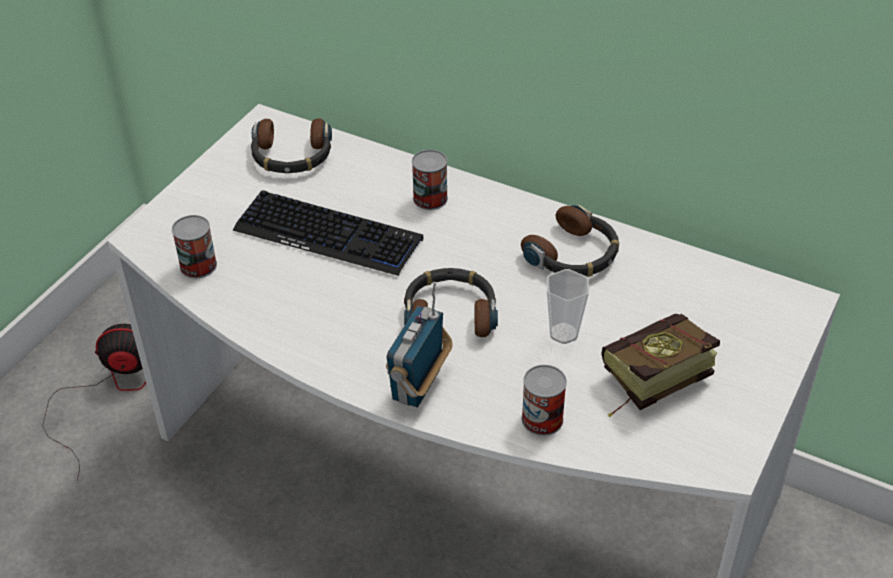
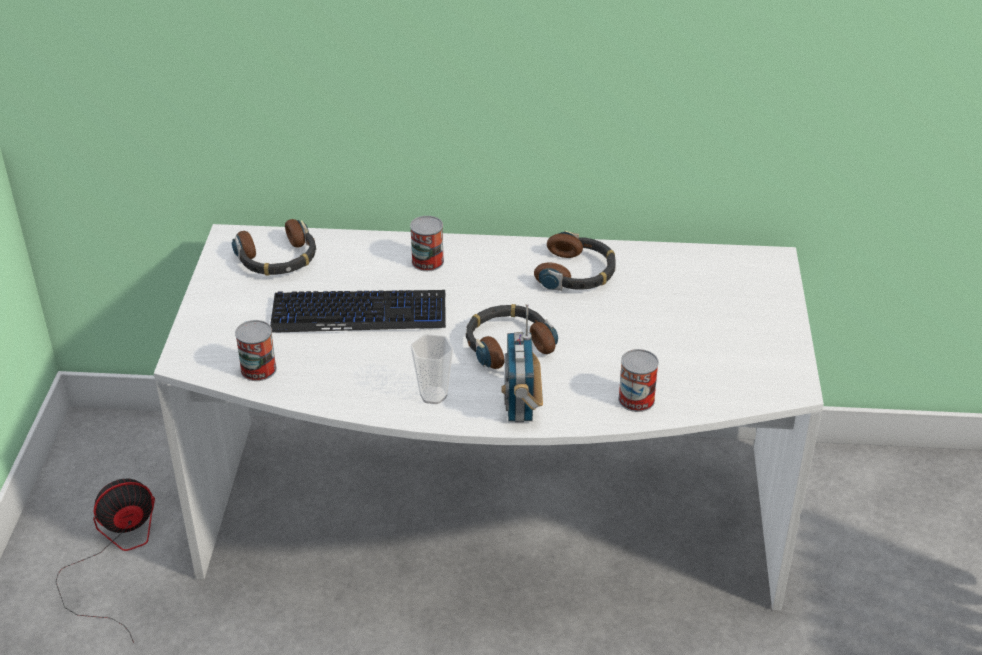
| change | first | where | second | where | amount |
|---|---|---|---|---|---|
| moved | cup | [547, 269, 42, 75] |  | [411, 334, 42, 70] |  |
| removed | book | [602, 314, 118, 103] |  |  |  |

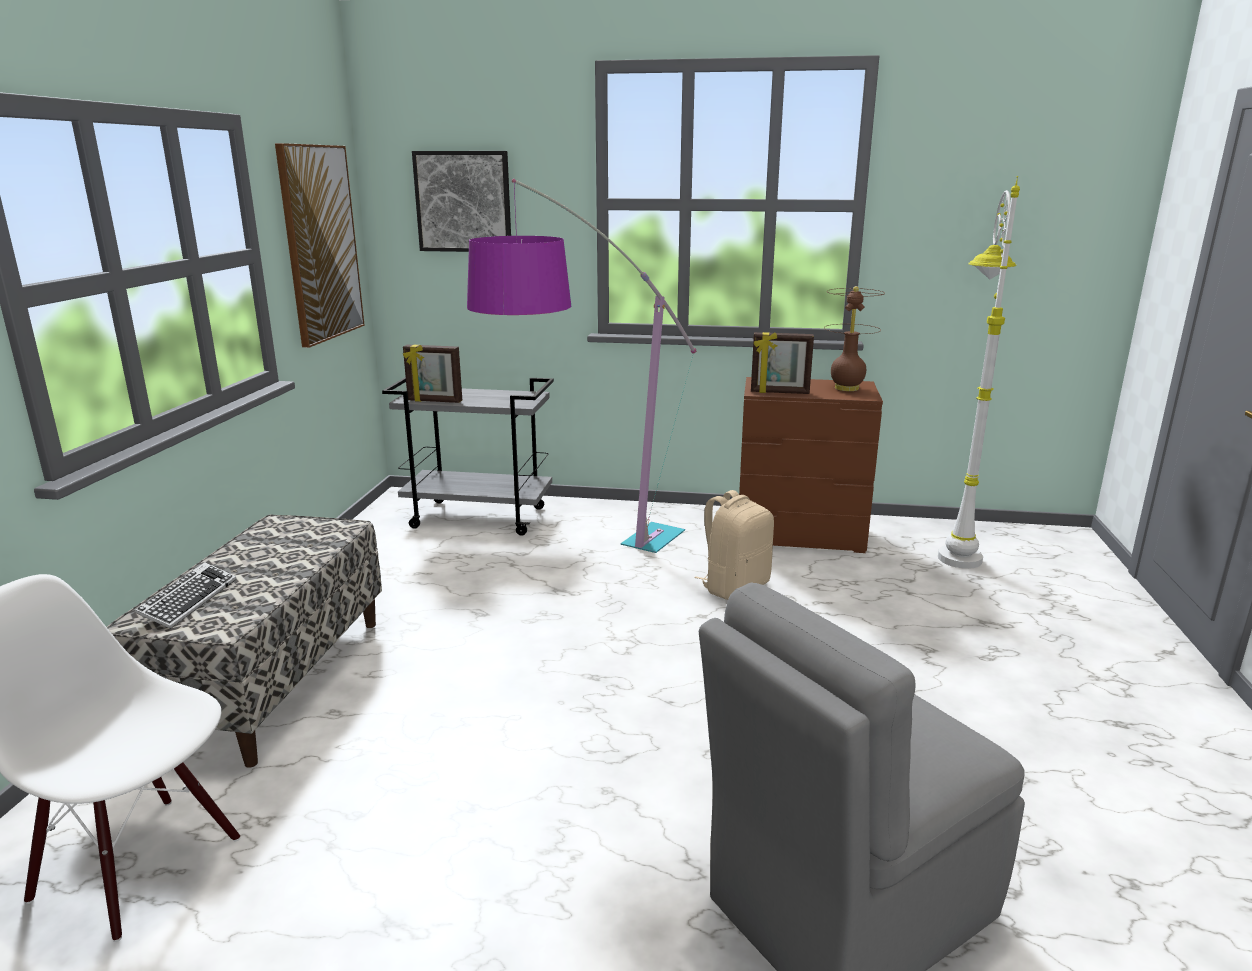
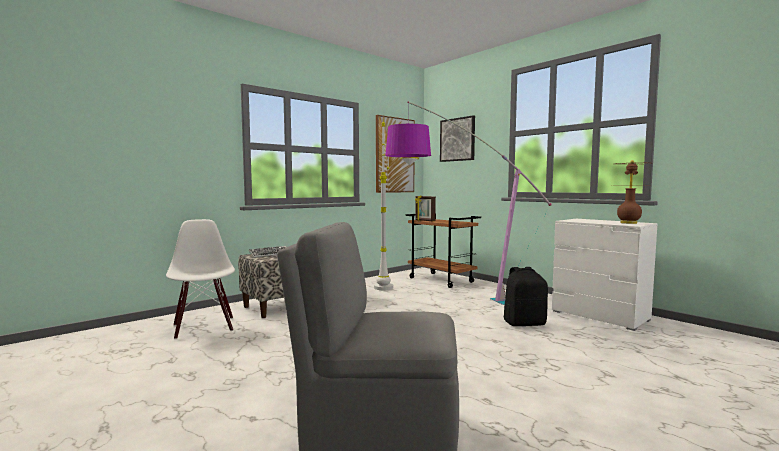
| change | first | where | second | where | amount |
|---|---|---|---|---|---|
| recoloured | cart/grey | [382, 377, 172, 159] | cart/brown | [406, 213, 75, 75] |  |
| recoloured | backpack/beige | [694, 490, 80, 110] | backpack/black | [503, 267, 45, 59] |  |
| recoloured | dresser/brown | [739, 377, 144, 176] | dresser/white | [552, 219, 106, 112] |  |
| removed | picture frame | [751, 332, 63, 62] |  |  |  |
| moved | floor lamp/white | [938, 176, 82, 393] |  | [374, 118, 45, 172] |  |

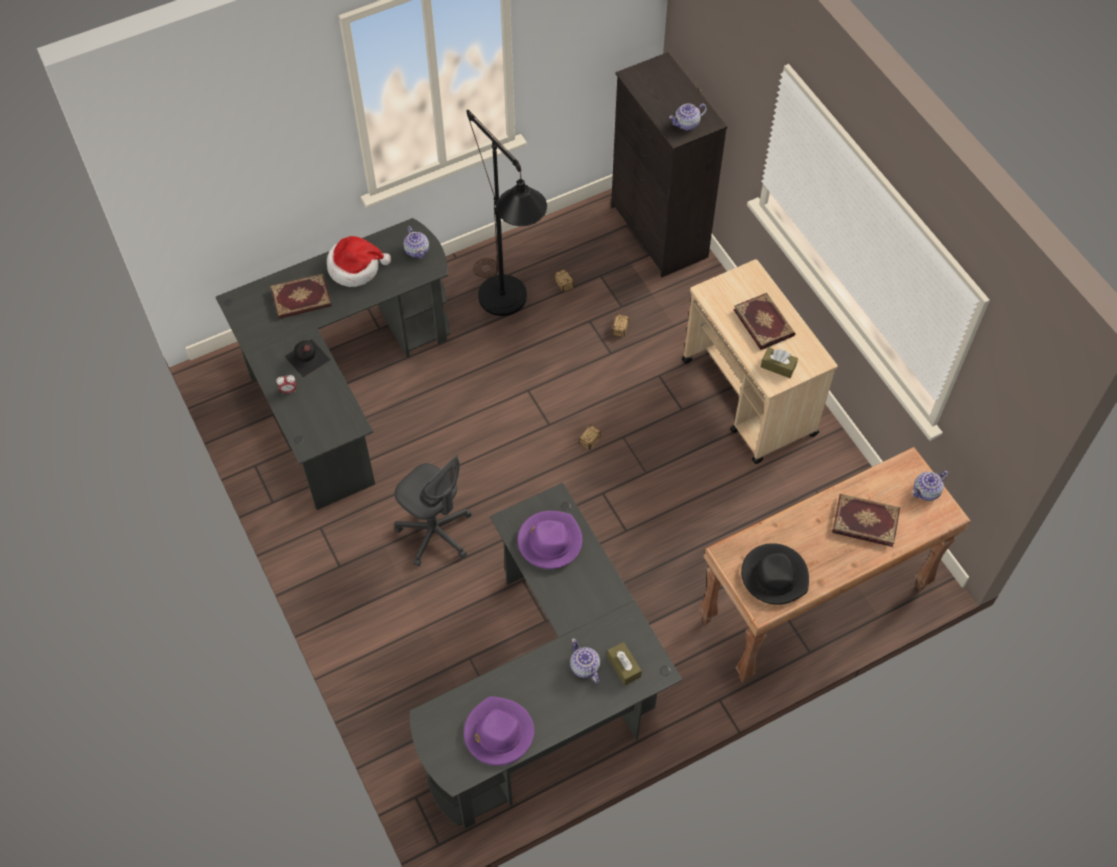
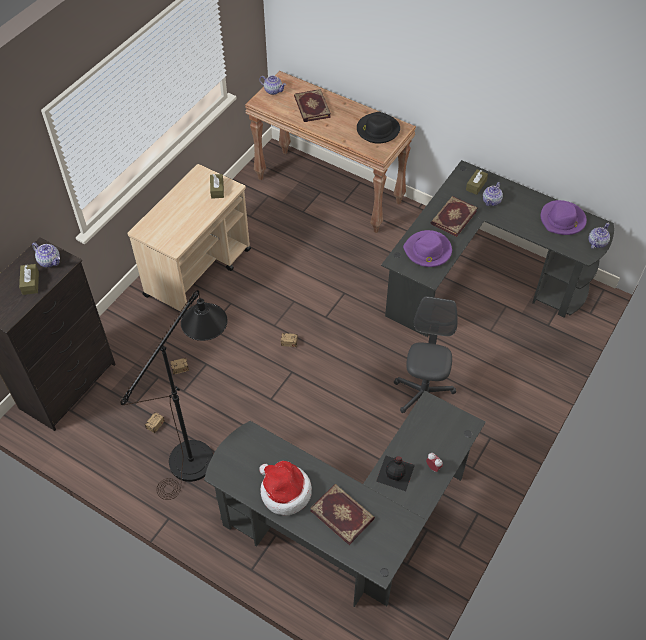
| change | first | where | second | where | amount |
|---|---|---|---|---|---|
| moved | teapot | [403, 226, 26, 33] |  | [589, 223, 21, 26] |  |
| moved | book | [733, 293, 62, 57] |  | [431, 196, 47, 41] |  |
| added |  |  | tissue box/brown | [19, 264, 20, 31] |  |

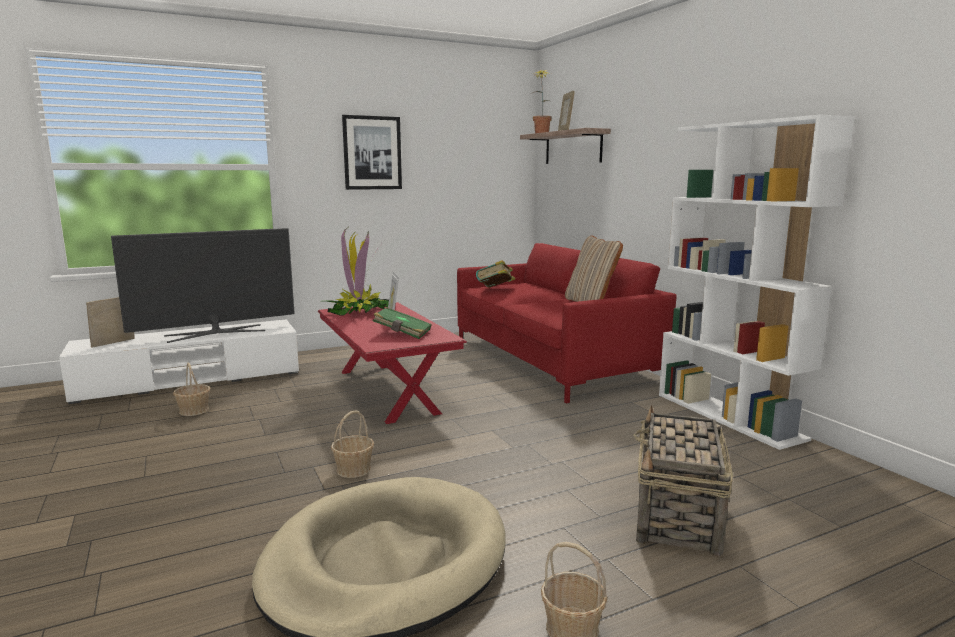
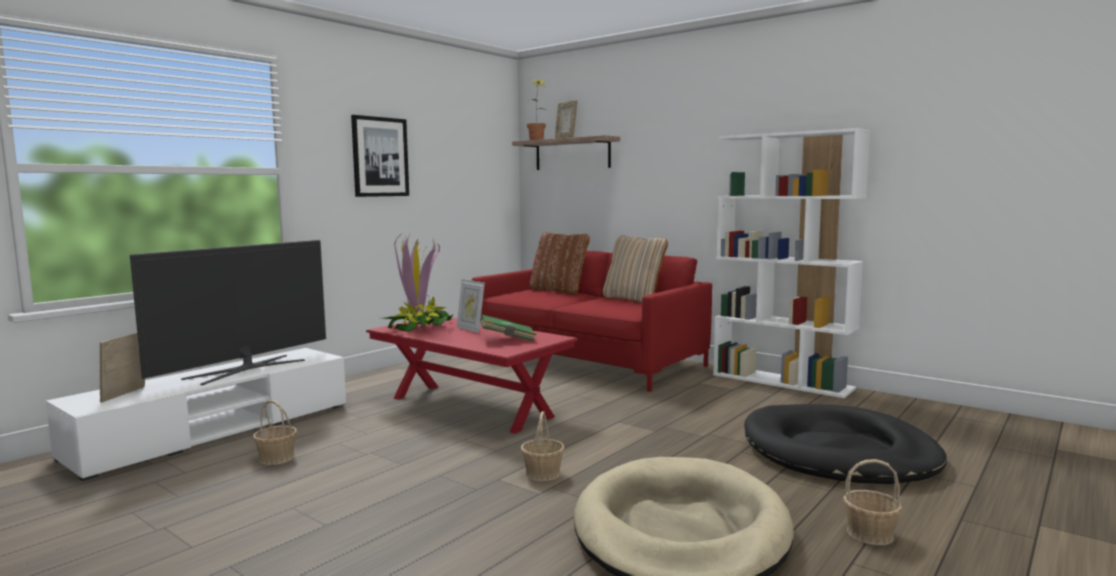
| change | first | where | second | where | amount |
|---|---|---|---|---|---|
| removed | book | [476, 260, 39, 28] |  |  |  |
| replaced | basket | [633, 405, 100, 152] | dog bed/black | [744, 404, 203, 80] |  |
| added |  |  | pillow/brown | [530, 232, 60, 62] |  |

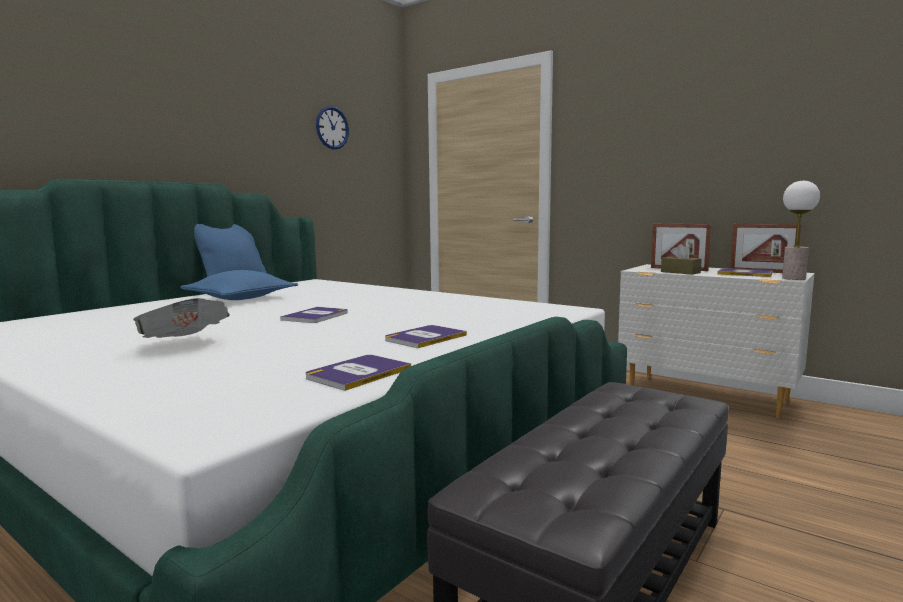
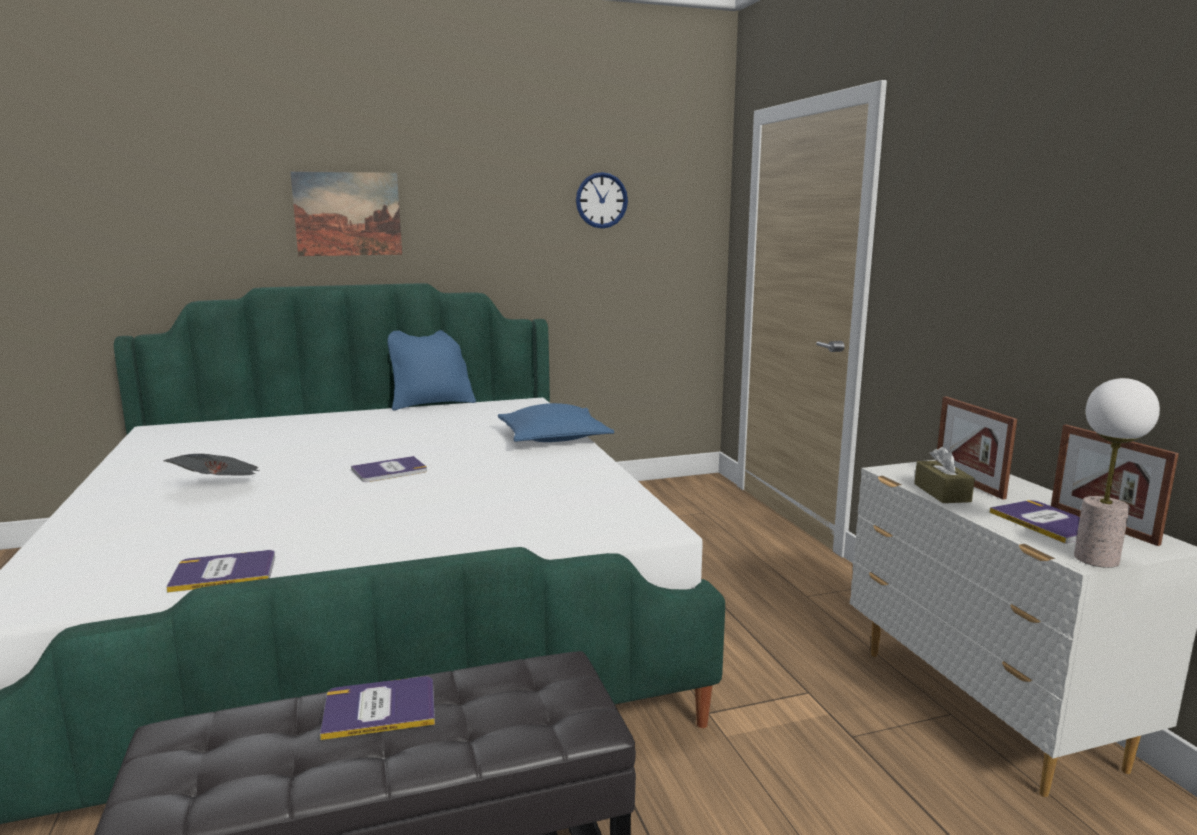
| change | first | where | second | where | amount |
|---|---|---|---|---|---|
| moved | pillow/blue | [180, 270, 118, 30] |  | [498, 403, 116, 39] |  |
| moved | book | [385, 325, 82, 23] |  | [320, 676, 115, 64] |  |
| added |  |  | picture | [290, 171, 112, 85] |  |

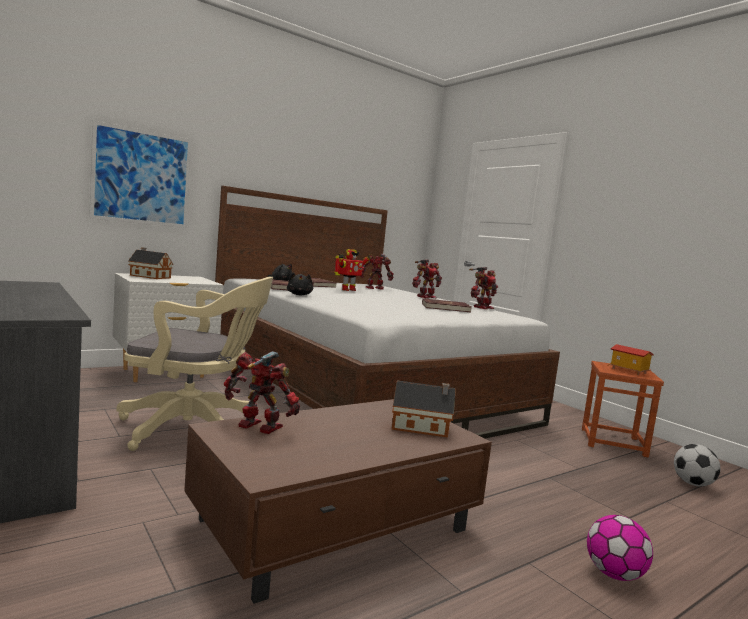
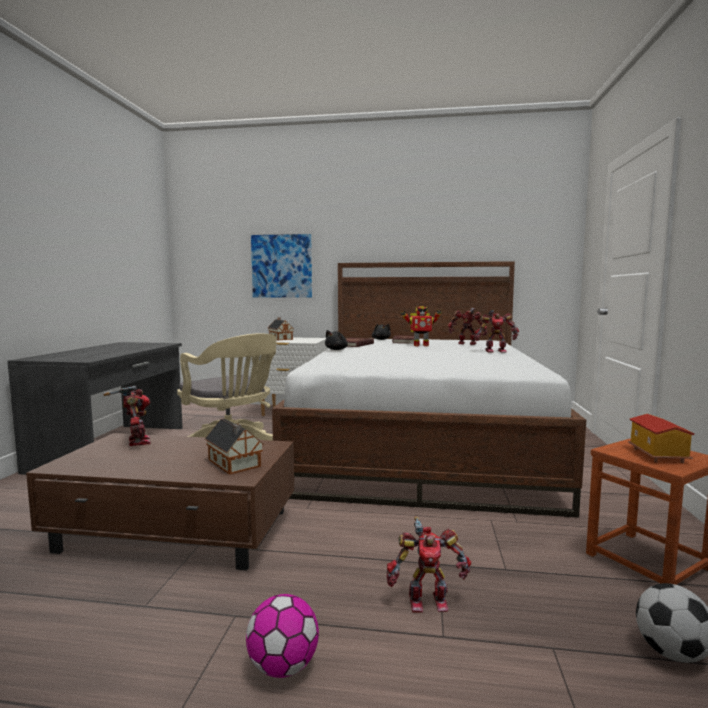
| change | first | where | second | where | amount |
|---|---|---|---|---|---|
| removed | book/red | [422, 298, 50, 14] |  |  |  |
| moved | toy robot | [469, 267, 29, 42] |  | [387, 516, 84, 97] |  |

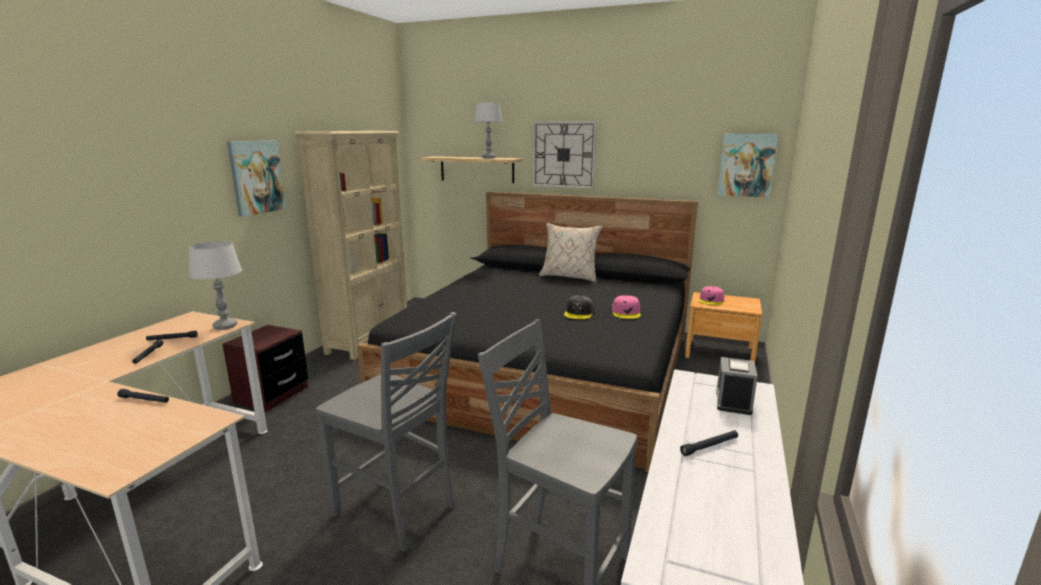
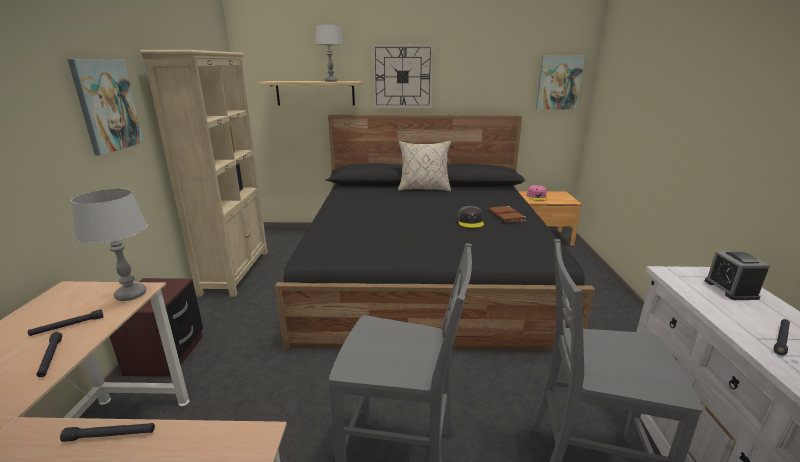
| change | first | where | second | where | amount |
|---|---|---|---|---|---|
| replaced | cap/pink | [612, 295, 29, 24] | book/brown | [488, 206, 38, 17] |  |

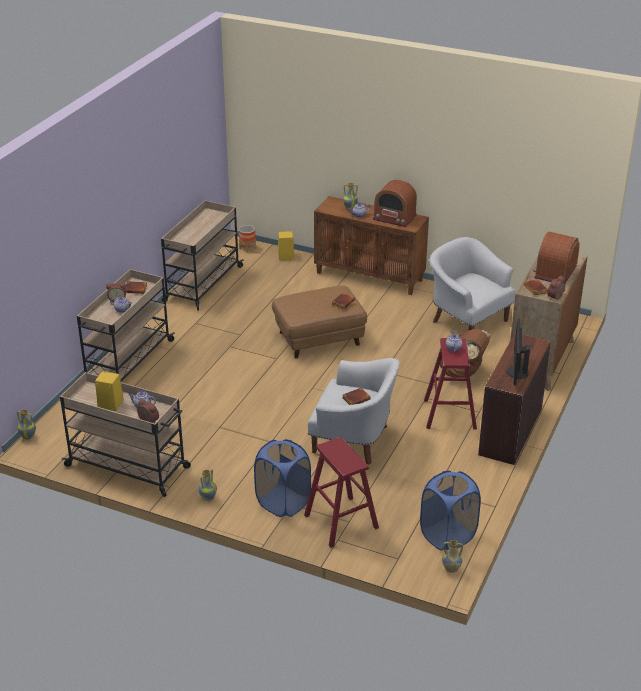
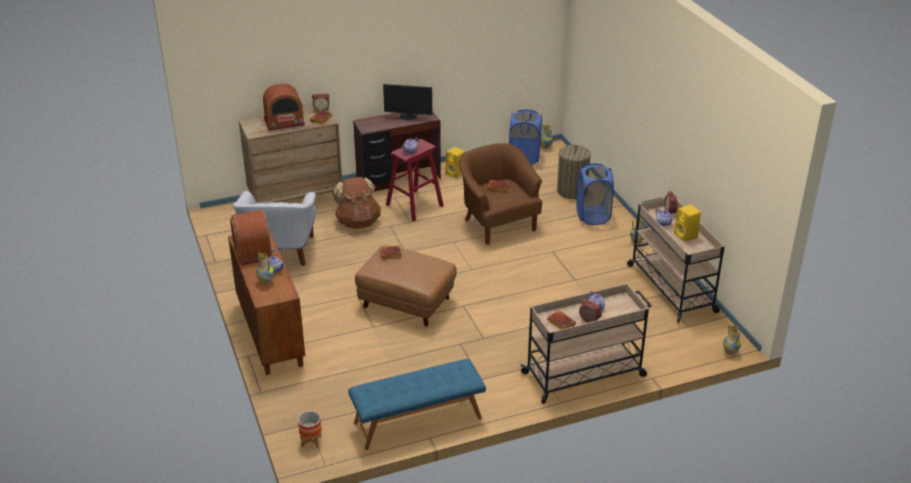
| change | first | where | second | where | amount |
|---|---|---|---|---|---|
| replaced | cart/beige | [161, 200, 83, 111] | bench/blue | [348, 358, 138, 92] |  |
| moved | speaker/yellow | [278, 231, 16, 29] |  | [445, 147, 20, 31] |  |
| replaced | stool/red | [304, 437, 75, 111] | laundry basket | [557, 145, 34, 54] |  |
| recoloured | armchair/white | [308, 358, 91, 107] | armchair/brown | [458, 143, 84, 102] |  |
| turned | monitor | [507, 318, 23, 68] |  | [383, 84, 49, 36] | 45 degrees clockwise |

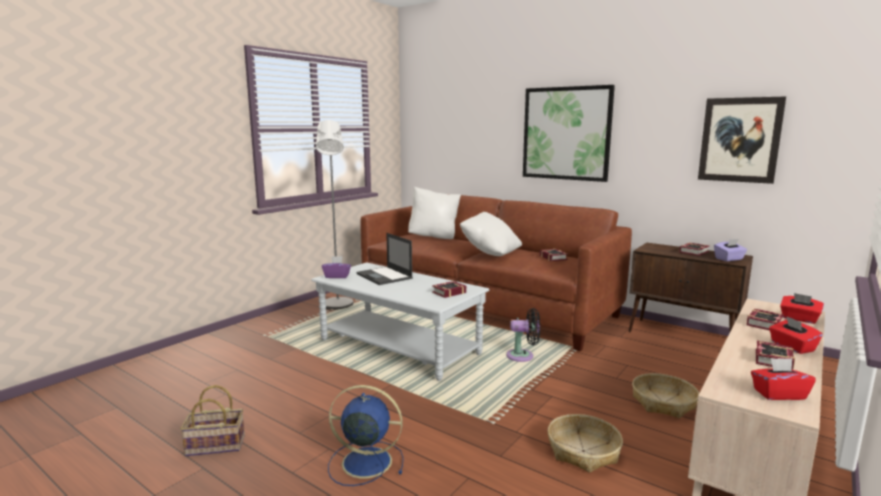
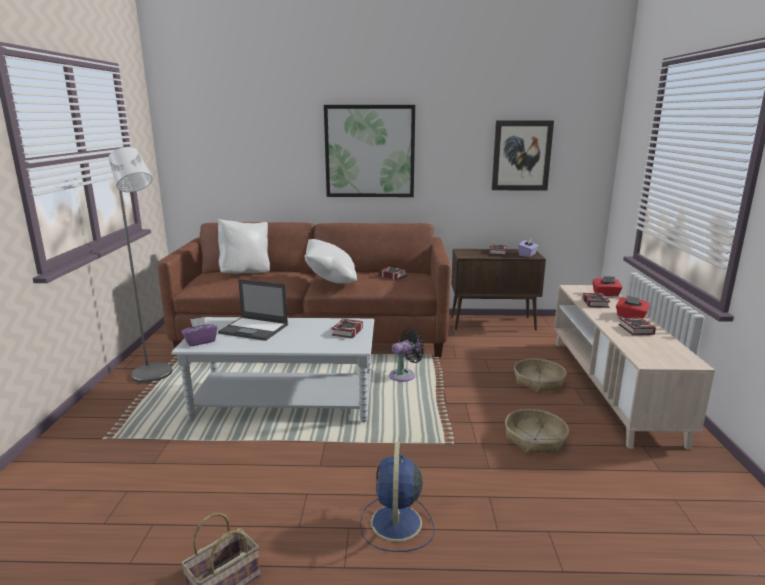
| change | first | where | second | where | amount |
|---|---|---|---|---|---|
| turned | fan/blue | [328, 385, 76, 101] |  | [360, 442, 74, 110] | 60 degrees counterclockwise |
| removed | tissue box/red | [751, 358, 65, 42] |  |  |  |

